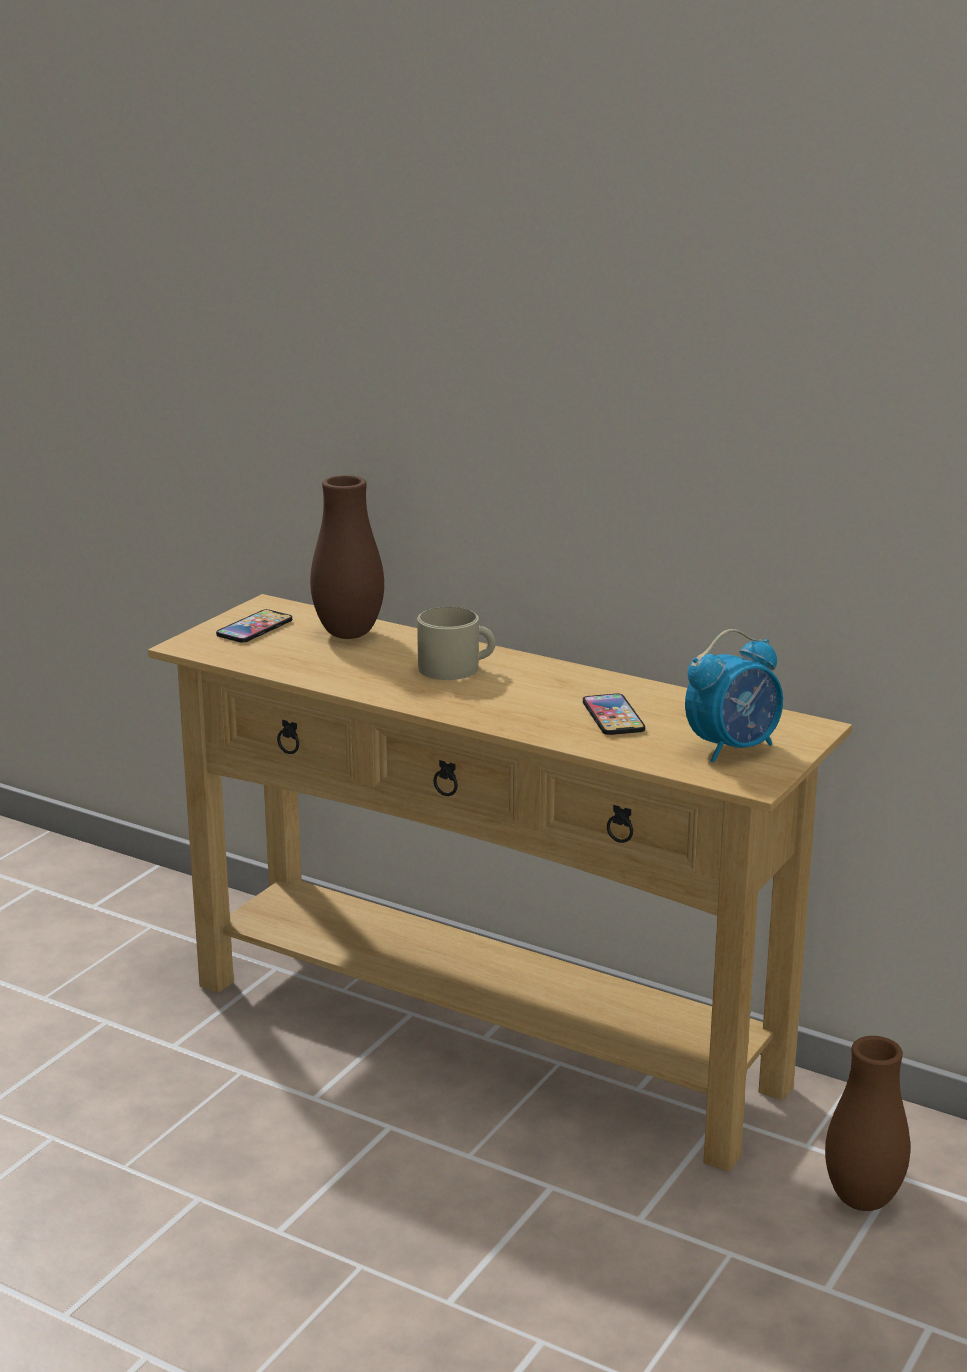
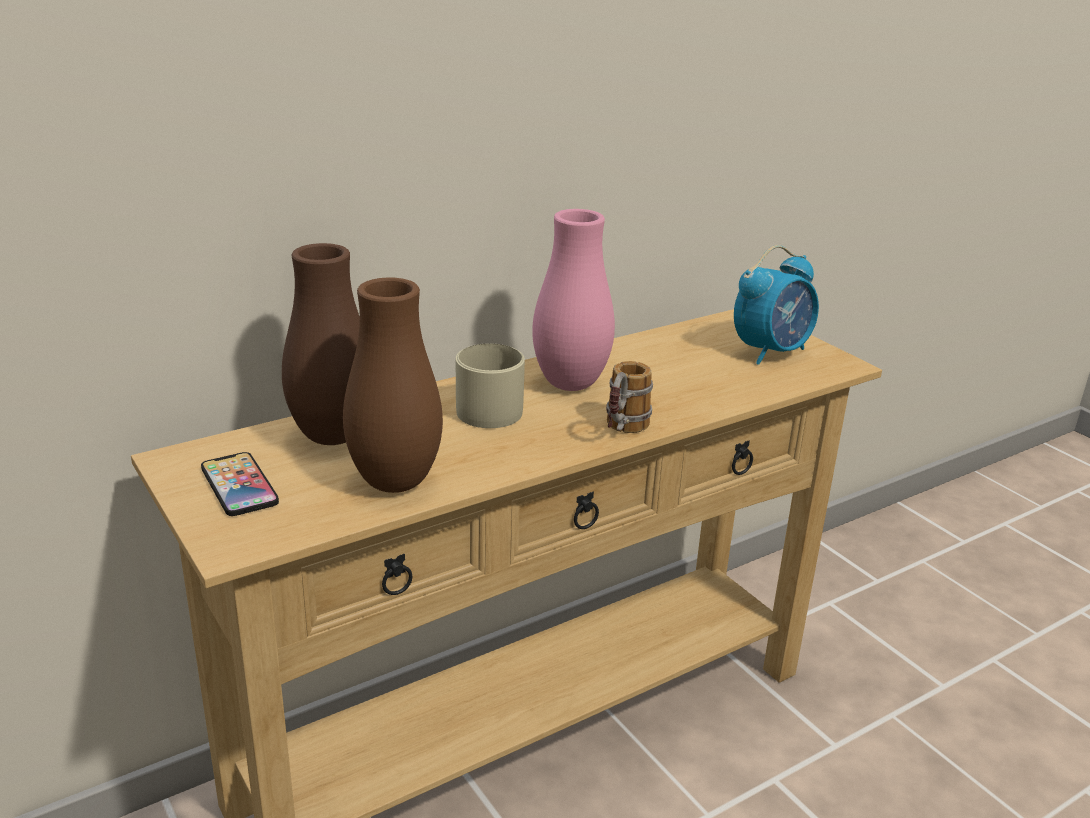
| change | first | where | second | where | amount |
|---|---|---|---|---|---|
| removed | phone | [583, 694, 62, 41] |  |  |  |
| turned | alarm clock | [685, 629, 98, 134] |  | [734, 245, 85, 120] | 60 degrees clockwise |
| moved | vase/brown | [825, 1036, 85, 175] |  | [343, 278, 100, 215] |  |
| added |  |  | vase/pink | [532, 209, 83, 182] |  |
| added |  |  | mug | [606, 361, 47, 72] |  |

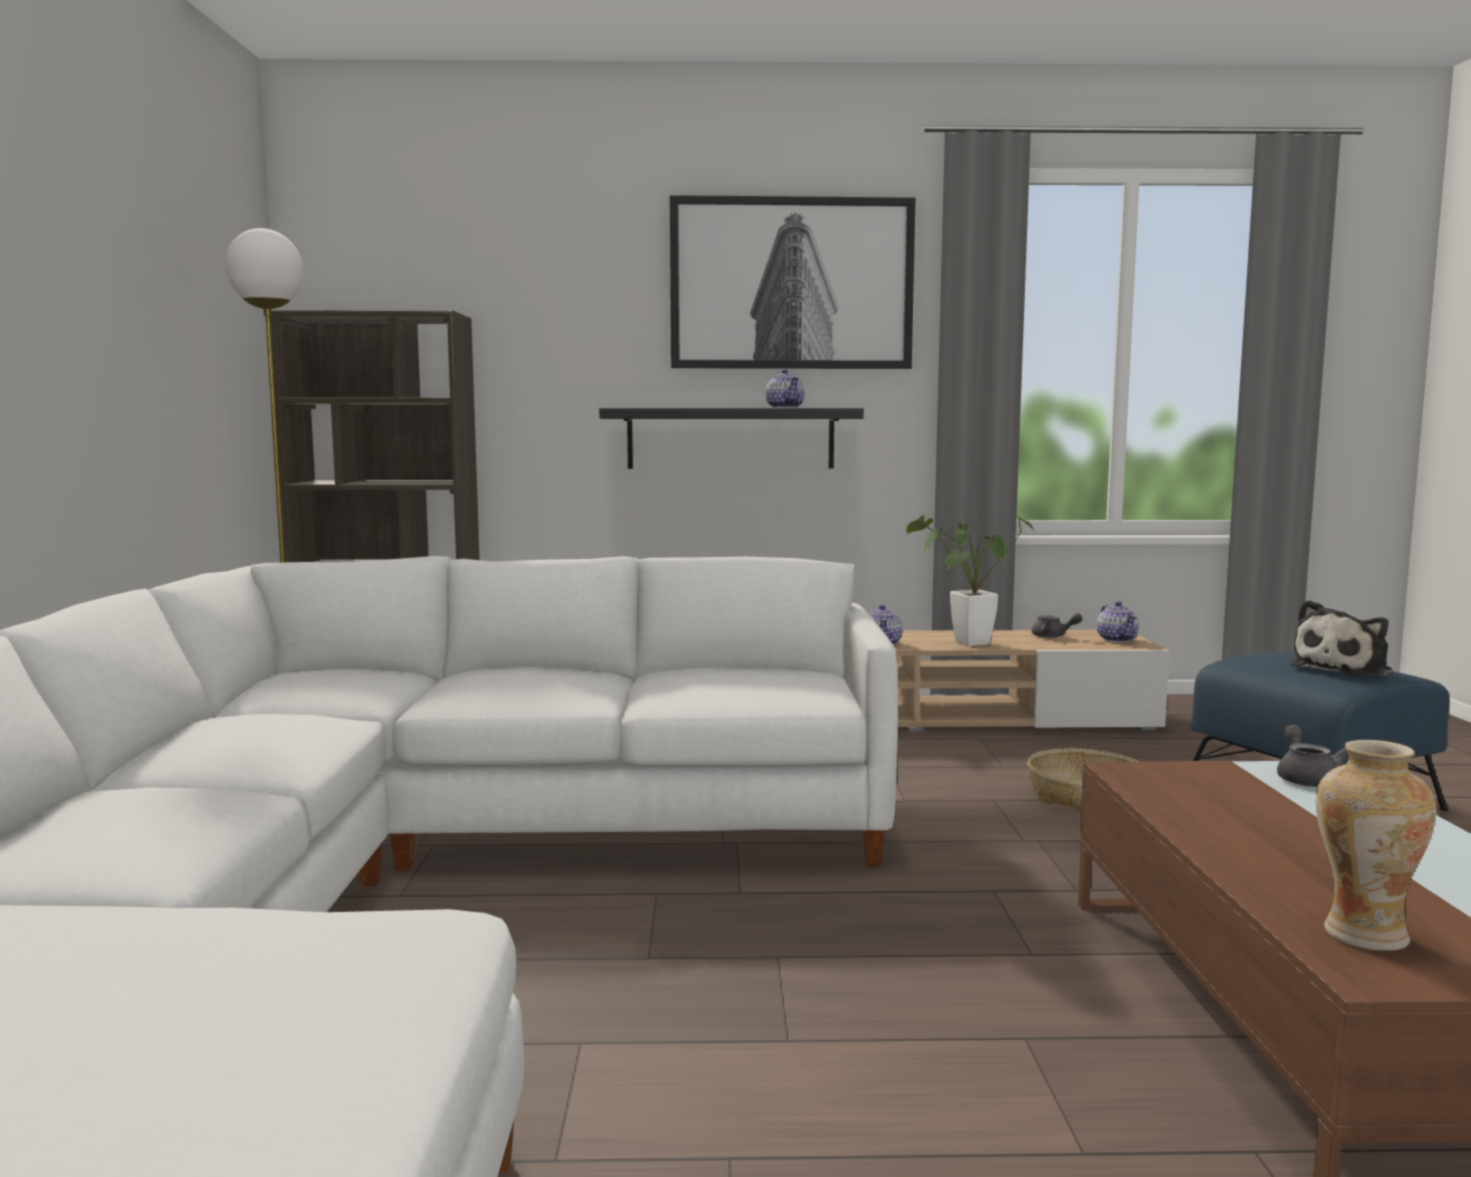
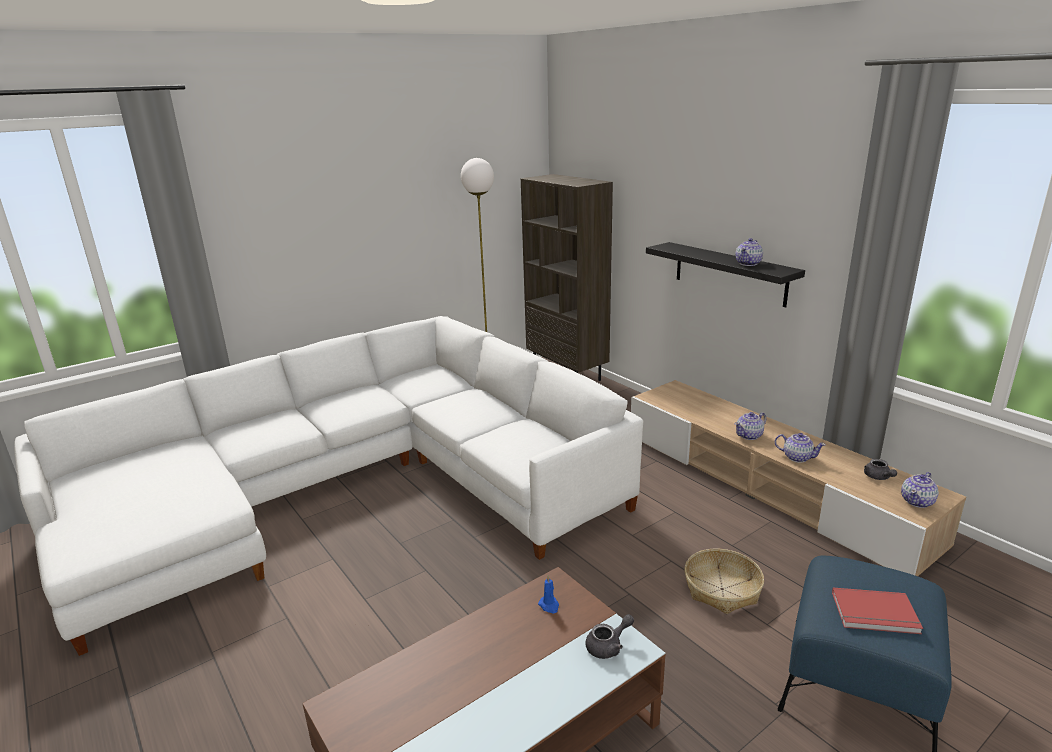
| change | first | where | second | where | amount |
|---|---|---|---|---|---|
| removed | picture | [670, 195, 246, 174] |  |  |  |
| replaced | potted plant | [906, 515, 130, 131] | teapot | [775, 433, 51, 30] |  |
| replaced | plush toy | [1290, 600, 102, 78] | book/red | [832, 588, 91, 46] |  |
| removed | vase | [1316, 740, 120, 211] |  |  |  |
| added |  |  | candle/blue | [538, 575, 21, 38] |  |

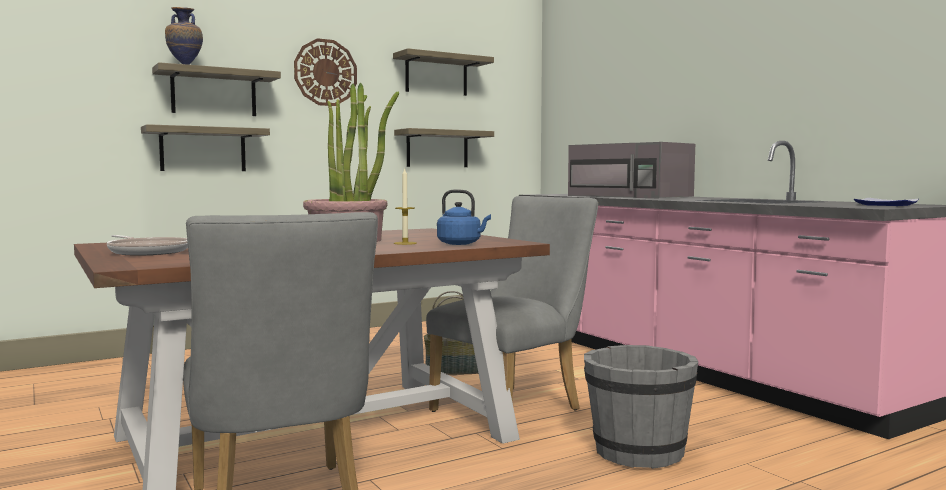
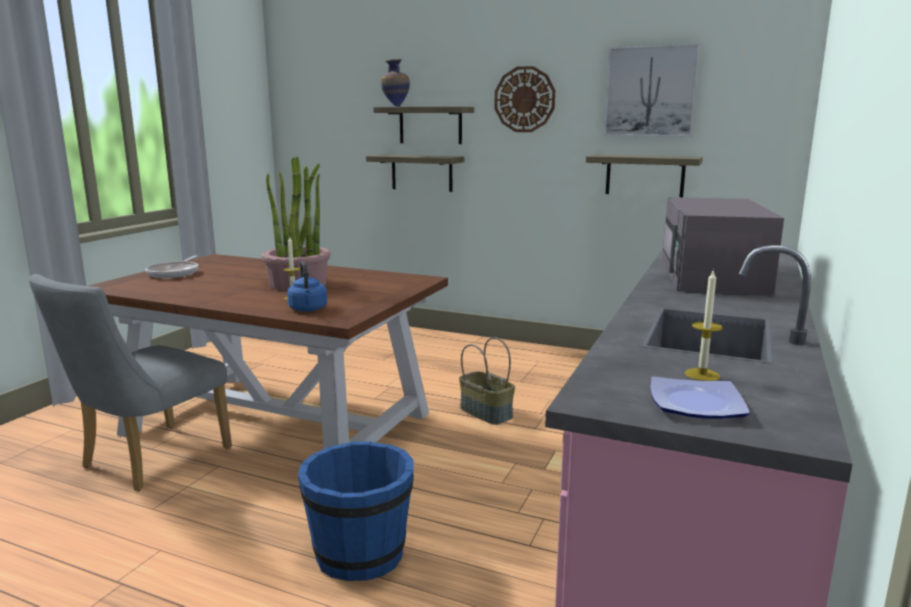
| change | first | where | second | where | amount |
|---|---|---|---|---|---|
| replaced | shelf | [393, 48, 101, 48] | picture | [604, 44, 96, 93] |  |
| removed | chair/grey | [426, 196, 172, 216] |  |  |  |
| recoloured | bucket/grey | [584, 345, 114, 124] | bucket/blue | [298, 441, 116, 140] |  |
| added |  |  | candle | [685, 269, 38, 112] |  |

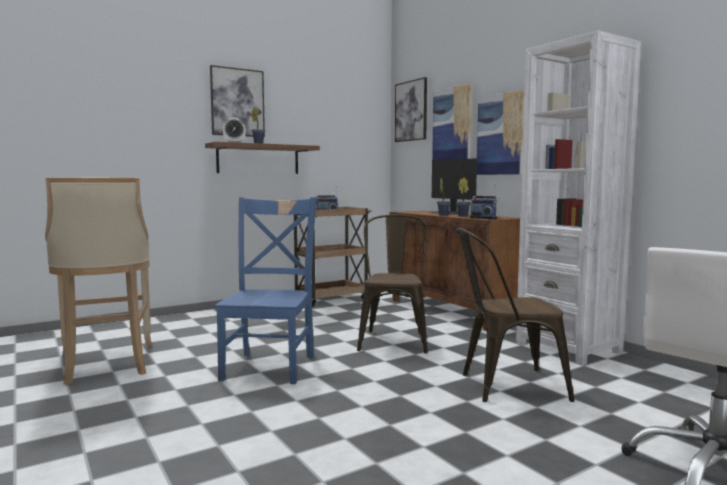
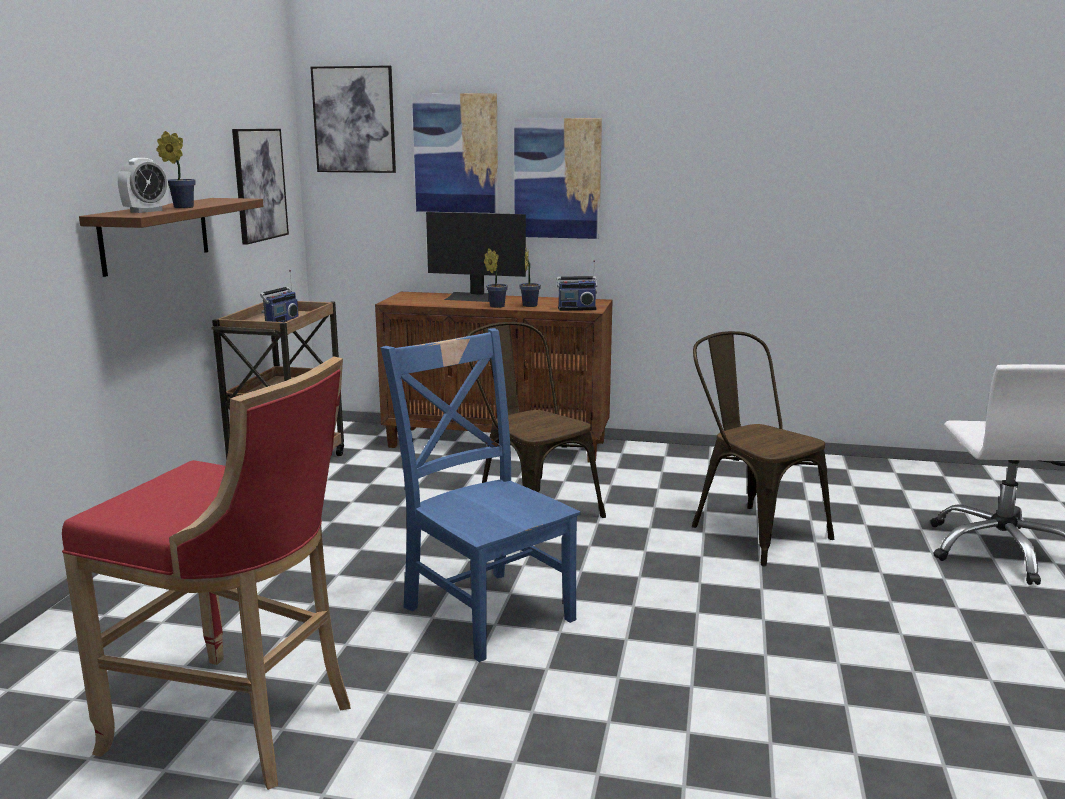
| change | first | where | second | where | amount |
|---|---|---|---|---|---|
| recoloured | stool/beige | [45, 177, 108, 208] | stool/red | [62, 356, 289, 434] |  |
| moved | picture | [210, 65, 55, 72] |  | [232, 129, 57, 116] |  |
| turned | chair/brown | [456, 228, 118, 174] |  | [692, 331, 142, 235] | 105 degrees clockwise |
| removed | bookcase/white | [516, 31, 125, 334] |  |  |  |

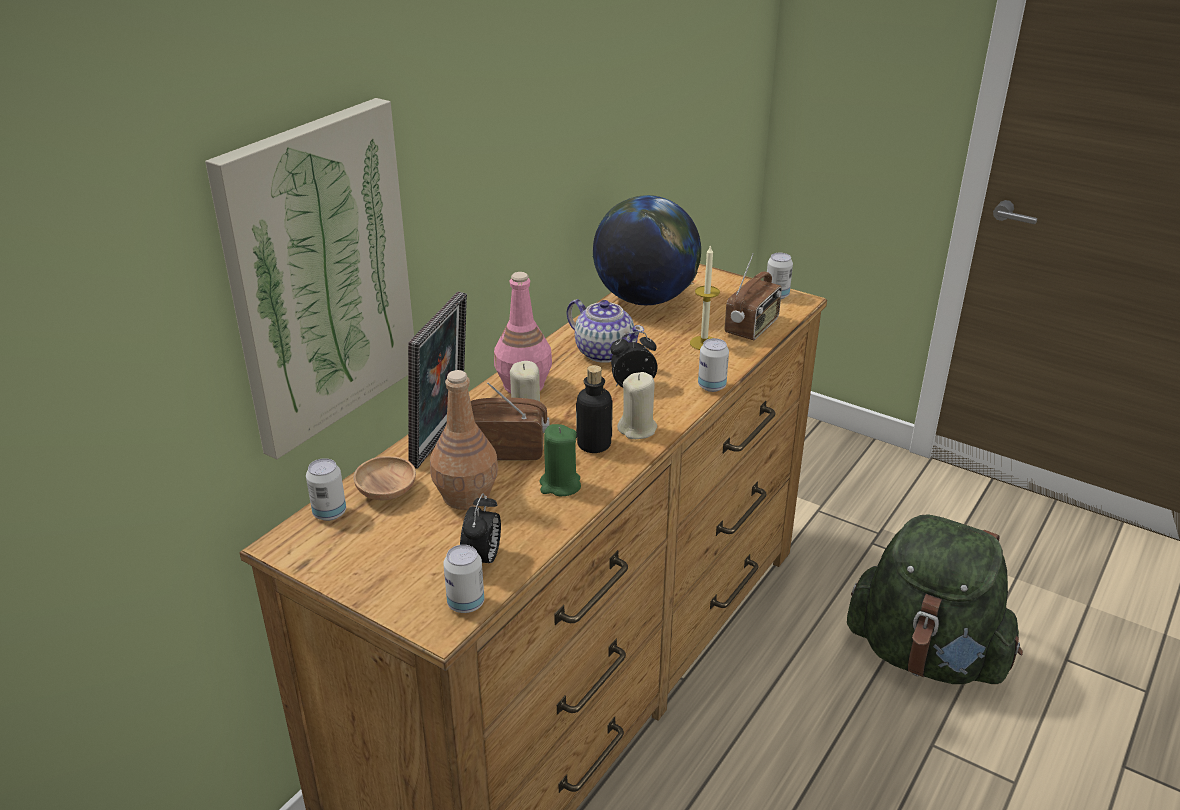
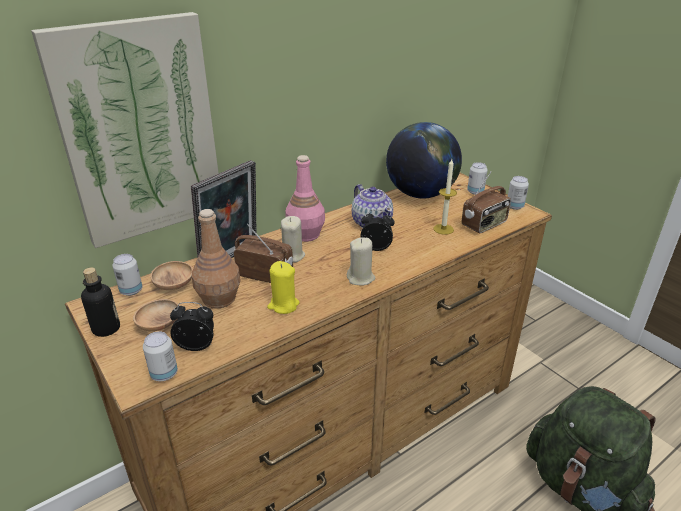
| change | first | where | second | where | amount |
|---|---|---|---|---|---|
| turned | alarm clock | [460, 493, 41, 70] |  | [170, 302, 44, 49] | 120 degrees counterclockwise |
| recoloured | candle/green | [539, 424, 42, 72] | candle/yellow | [267, 261, 32, 53] |  |
| moved | bottle | [576, 365, 37, 88] |  | [81, 267, 39, 70] |  |
| moved | can | [698, 338, 31, 54] |  | [467, 162, 21, 33] |  |
| added |  |  | bowl/brown | [133, 299, 47, 32] |  |

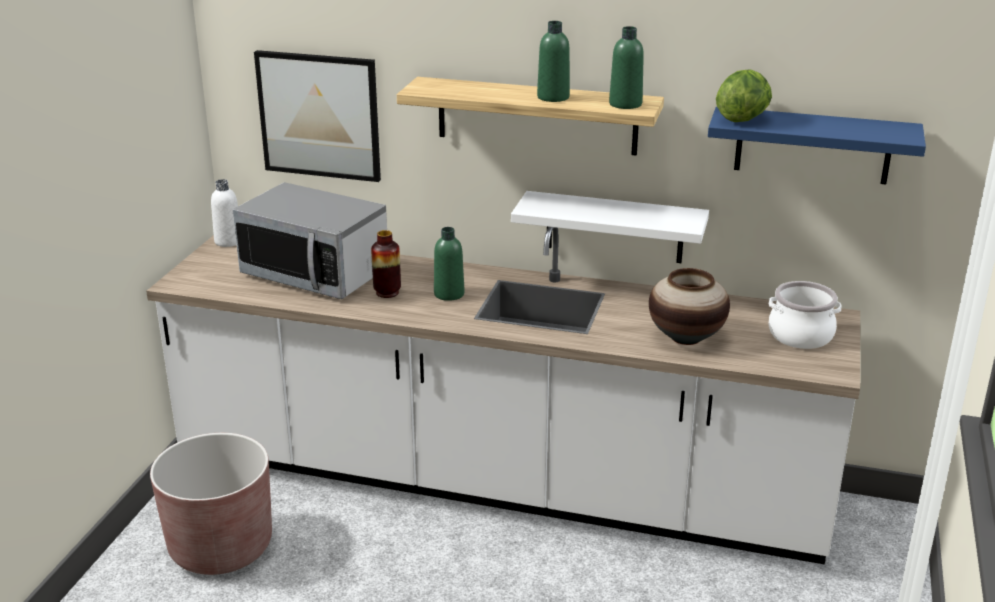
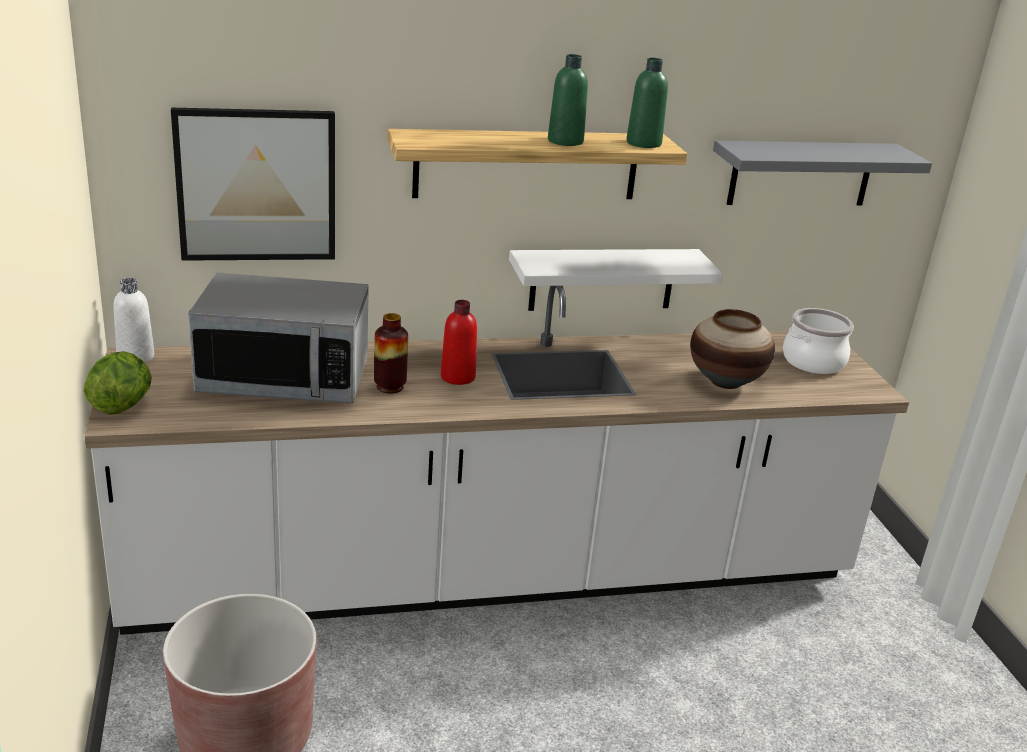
| change | first | where | second | where | amount |
|---|---|---|---|---|---|
| recoloured | bottle/green | [434, 227, 30, 74] | bottle/red | [441, 300, 36, 85] |  |
| recoloured | shelf/blue | [708, 107, 218, 77] | shelf/grey | [713, 141, 219, 65] |  |
| moved | lettuce | [716, 70, 56, 52] |  | [84, 351, 68, 64] |  |

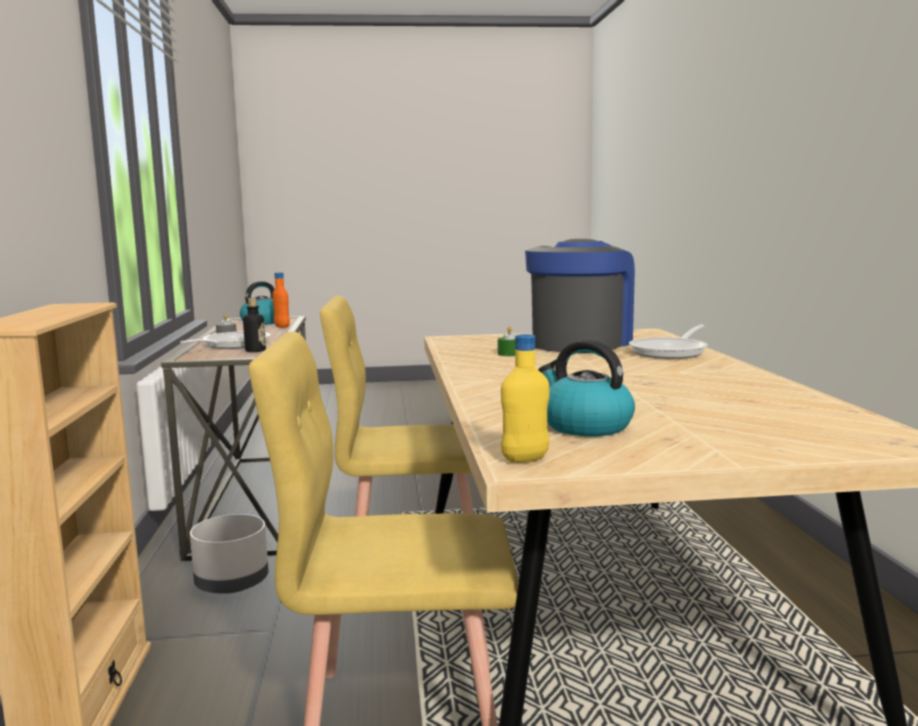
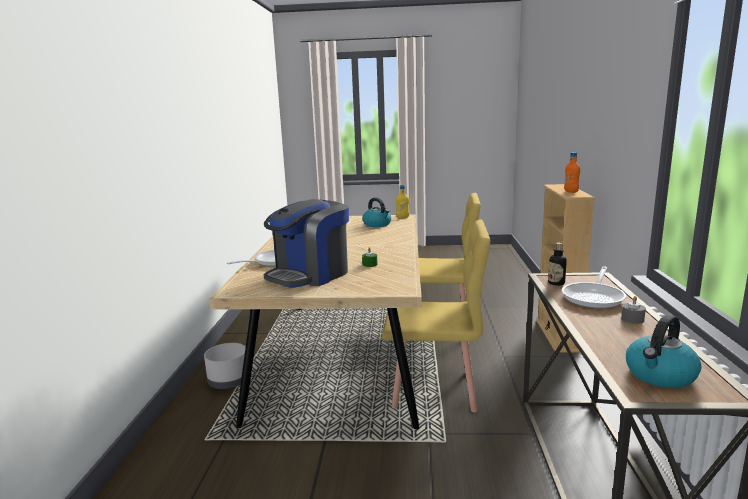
| change | first | where | second | where | amount |
|---|---|---|---|---|---|
| moved | planter/grey | [190, 514, 78, 80] |  | [204, 343, 42, 46] |  |
| moved | bottle/orange | [272, 272, 18, 56] |  | [564, 152, 16, 41] |  |

